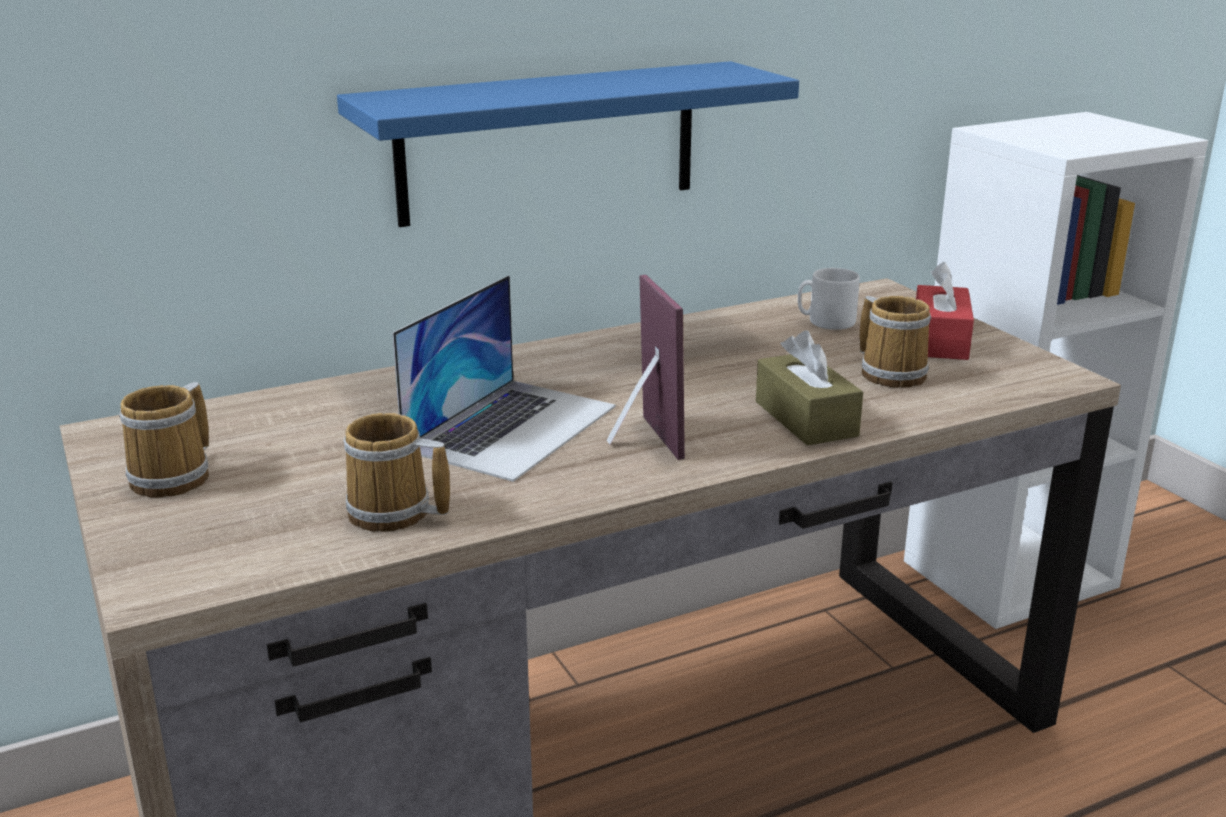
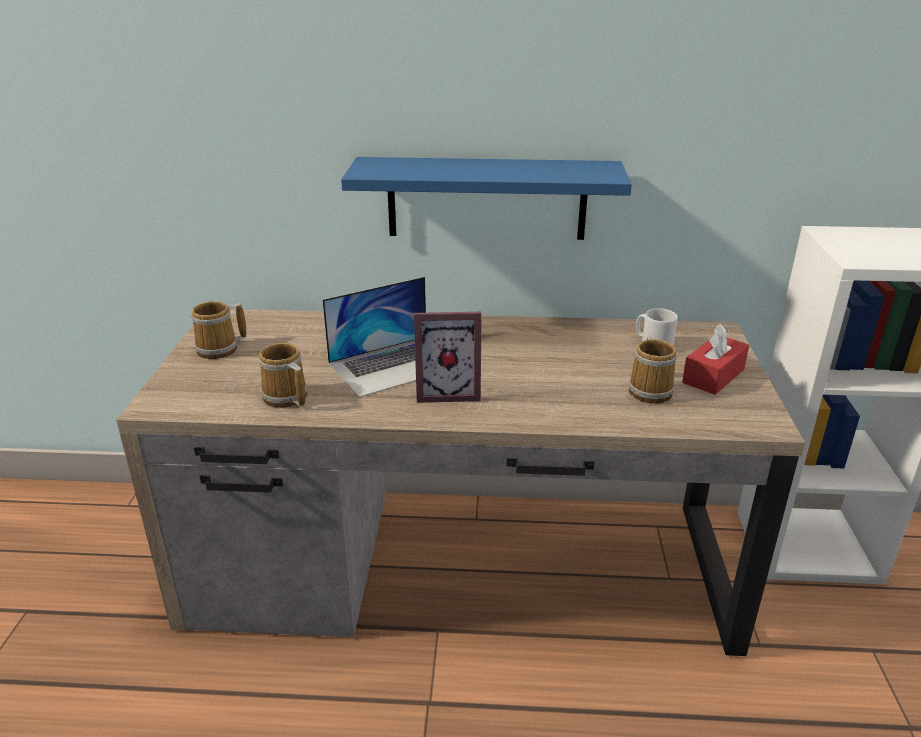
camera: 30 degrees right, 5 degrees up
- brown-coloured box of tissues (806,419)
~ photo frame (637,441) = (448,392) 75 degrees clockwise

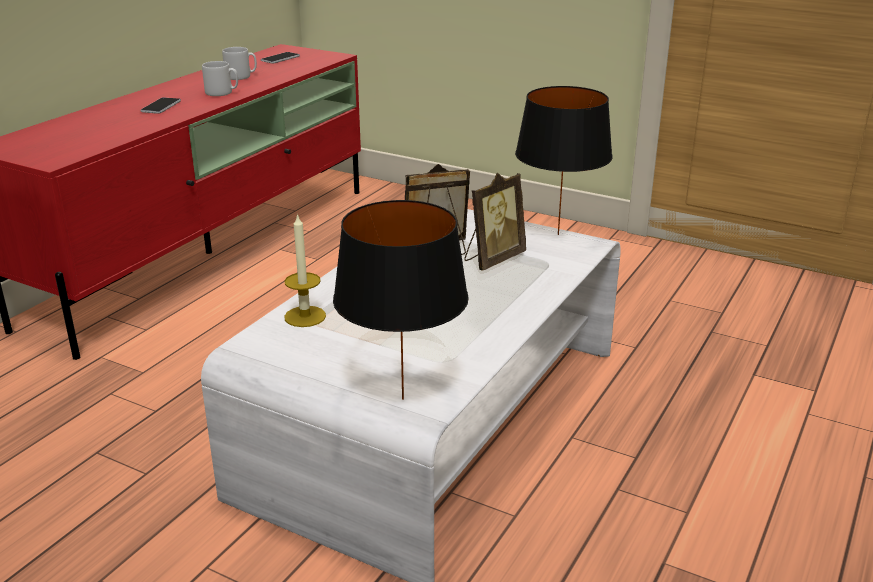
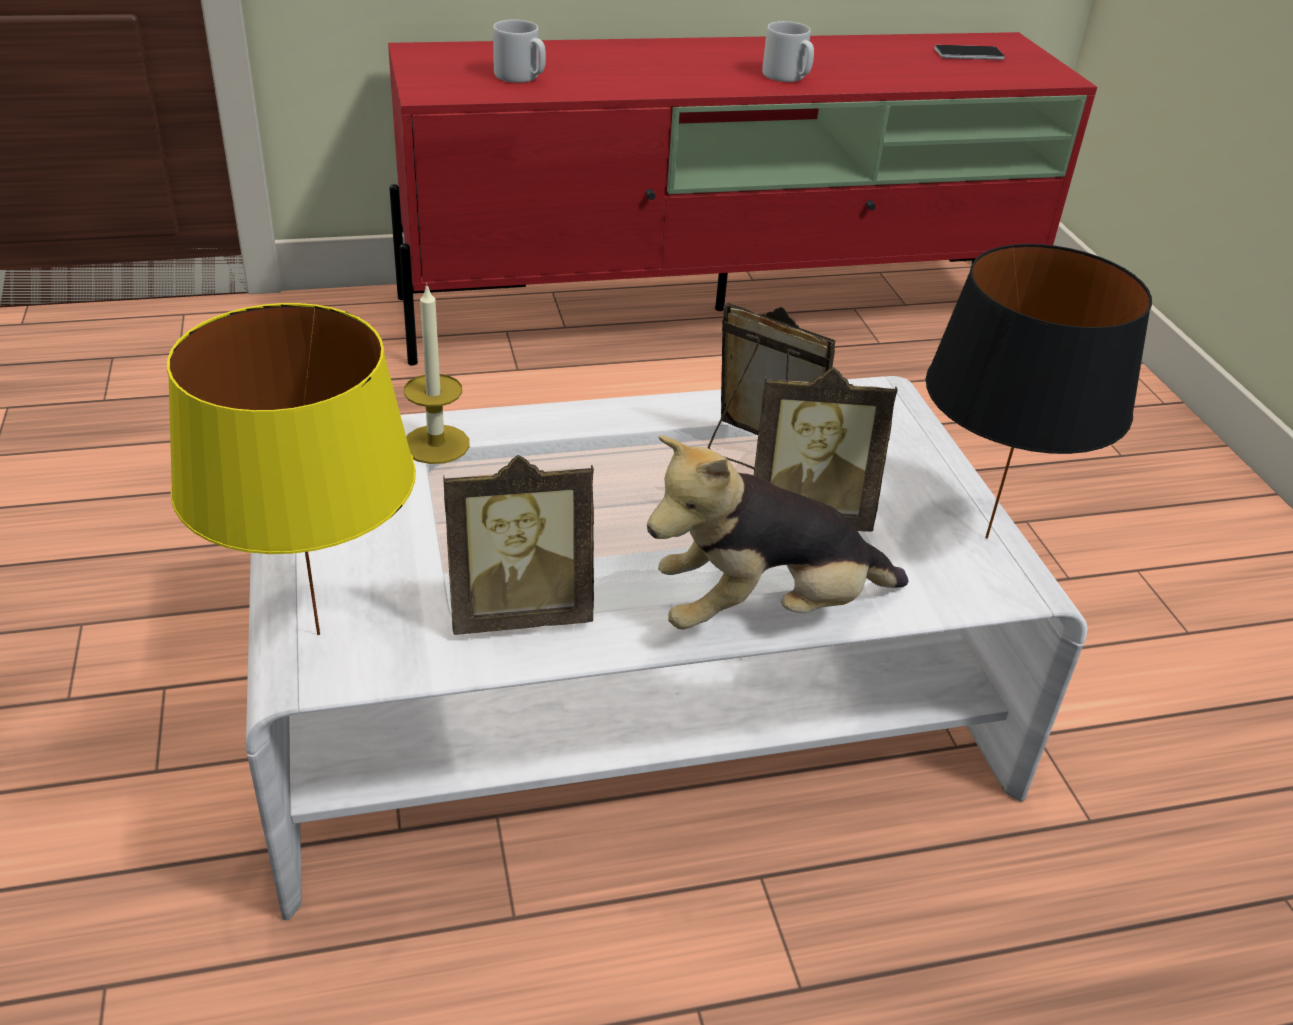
camera: 45 degrees right, 10 degrees up
- phone (161,106)
+ photo frame (520,611)
+ plush toy (765,611)
~ gray mug (241,76) to (521,77)
~ black lamp for a table (401,399) to yellow-coloured lamp for a table (316,632)

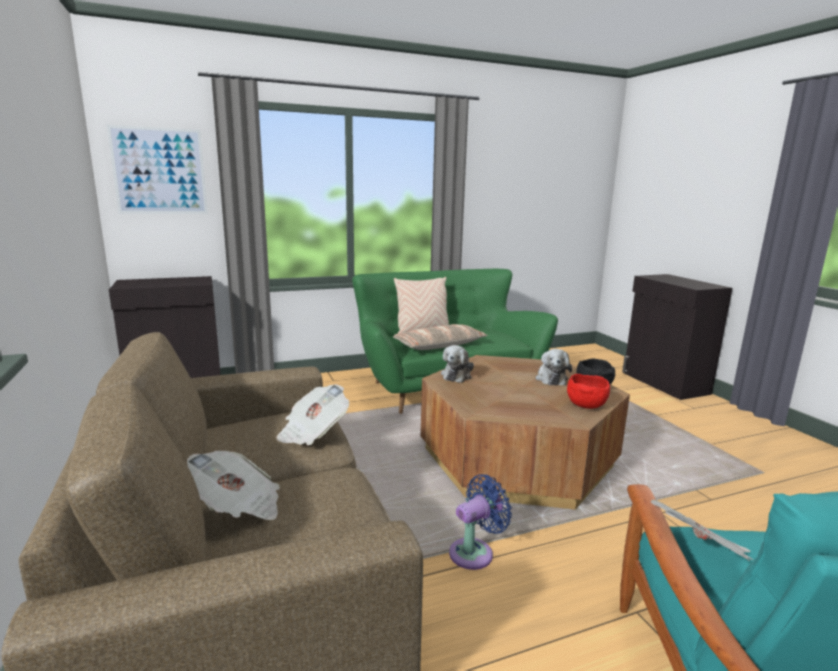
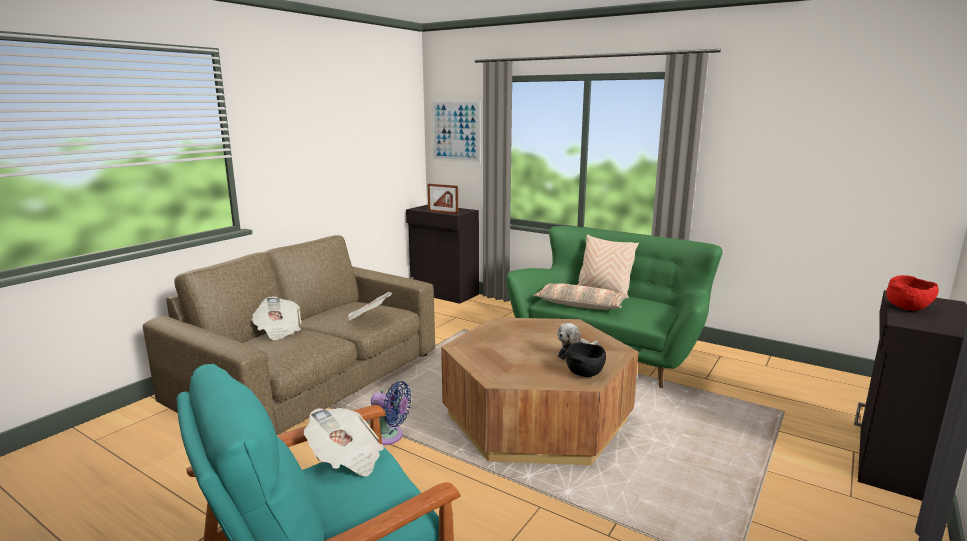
camera: 55 degrees right, 0 degrees up
- plush toy (457,375)
+ photo frame (443,212)
~ reddish bowl (586,405) to (907,308)

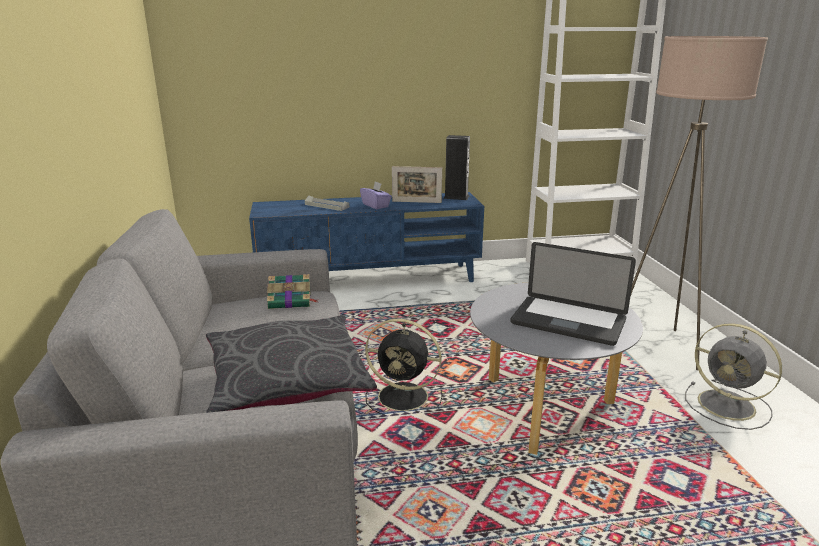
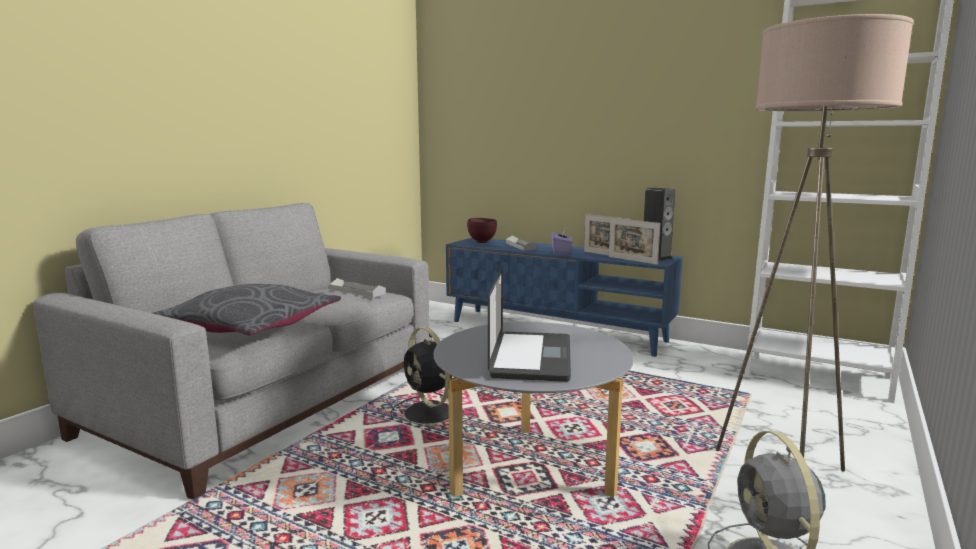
camera: 40 degrees right, 10 degrees down
+ brown-coloured bowl (481,242)
+ photo frame (632,260)
~ book (291,301) to gray serving tray (357,291)
~ notebook computer (568,322) = (531,357) 150 degrees counterclockwise

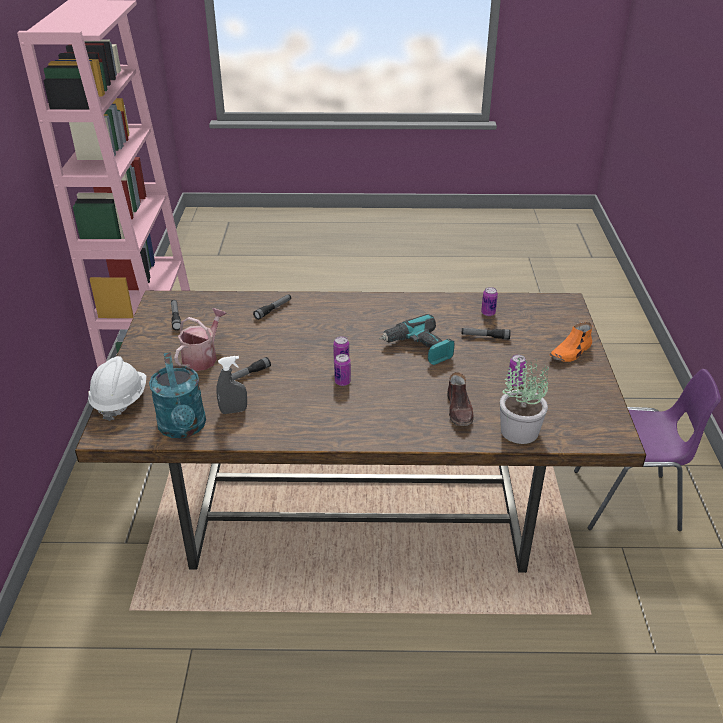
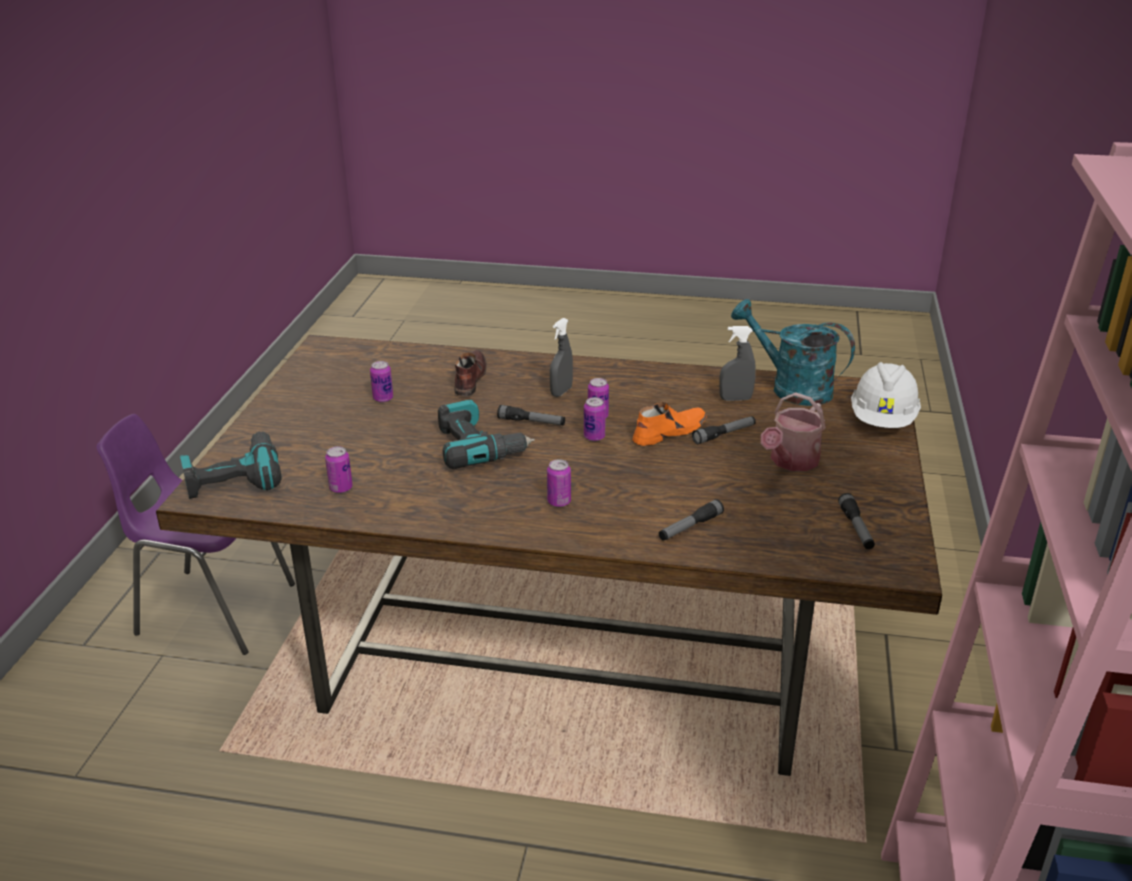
camera: 170 degrees left, 5 degrees down
- houseplant (520,430)
+ electric drill (233,477)
+ sealed can (559,502)
+ gray spray bottle (561,392)
~ hand torch (485,336) to (531,422)
~ orange item of footwear (571,352) to (668,432)
~ blue-green watering can (183,428) = (791,388) 45 degrees counterclockwise

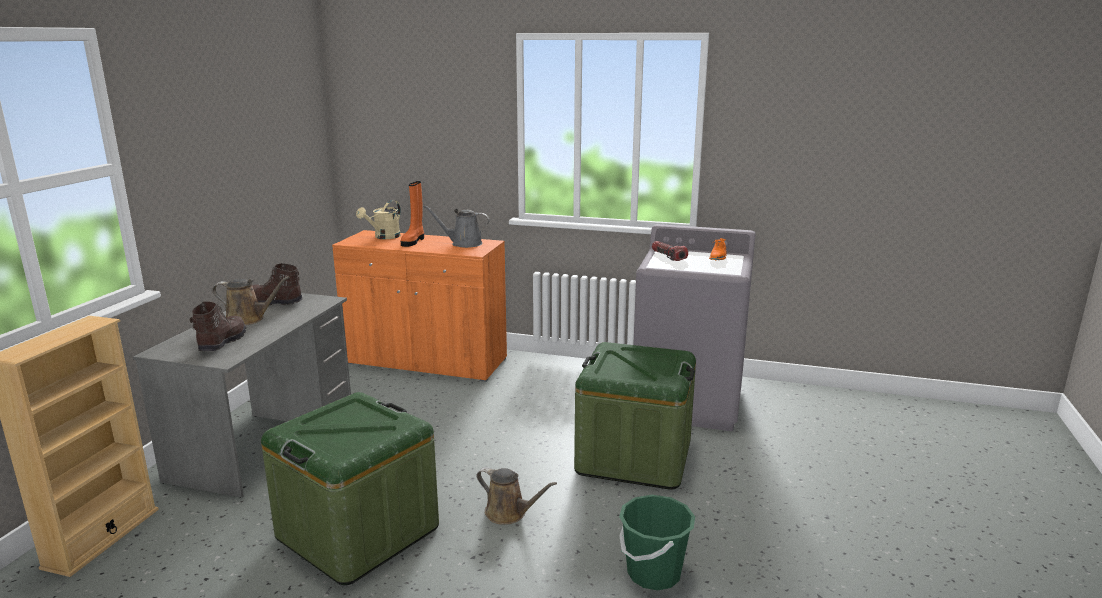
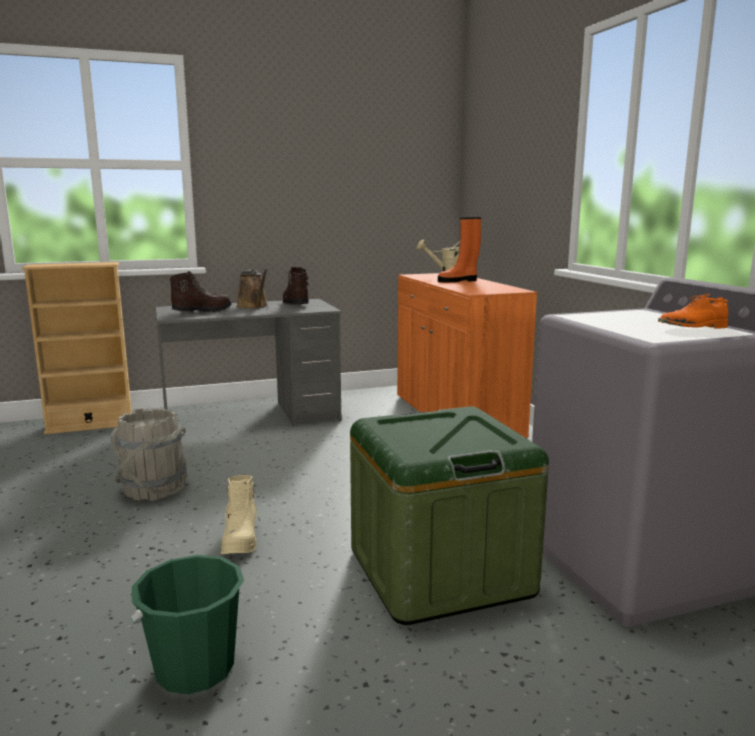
camera: 55 degrees right, 5 degrees down
- gray watering can (463,244)
- hand torch (668,256)
~ green storage box (358,532) to gray pail (154,489)
~ brown-coloured watering can (509,513) to beige high-top boot (241,539)

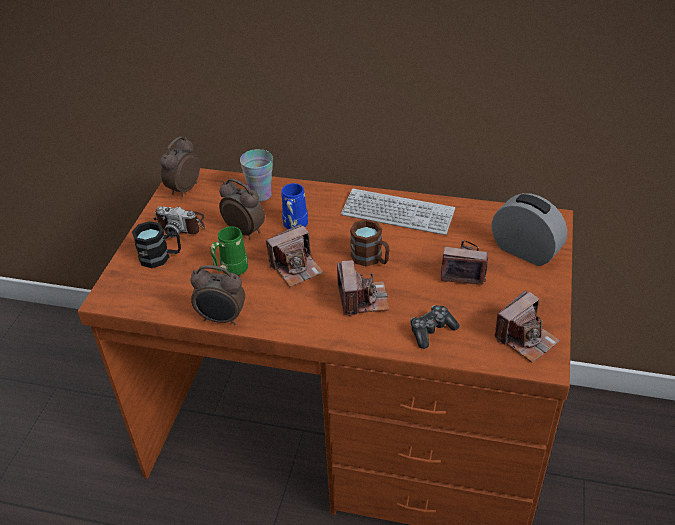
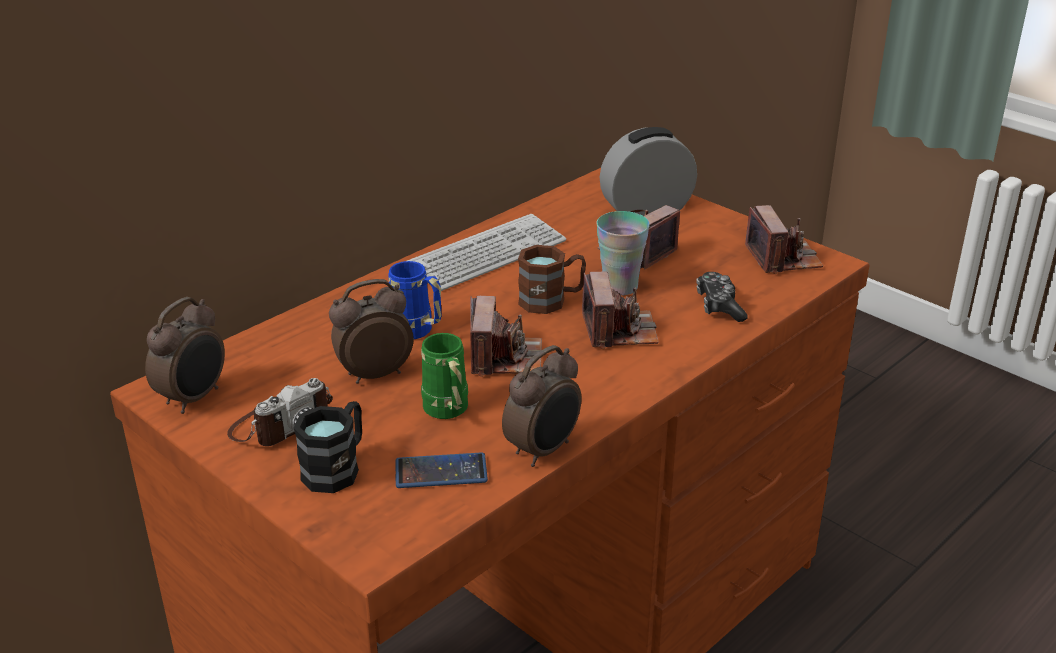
camera: 60 degrees left, 10 degrees down
+ phone (441,472)
~ small cup (260,195) to (620,287)
~ alarm clock (183,189) = (194,398) 120 degrees counterclockwise
~ still camera (362,299) = (619,331) 60 degrees clockwise

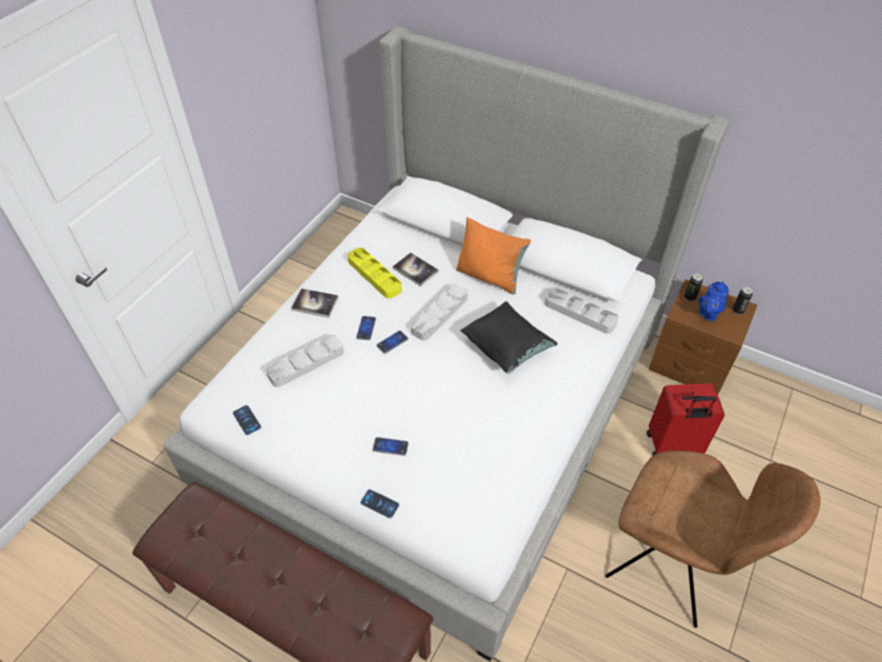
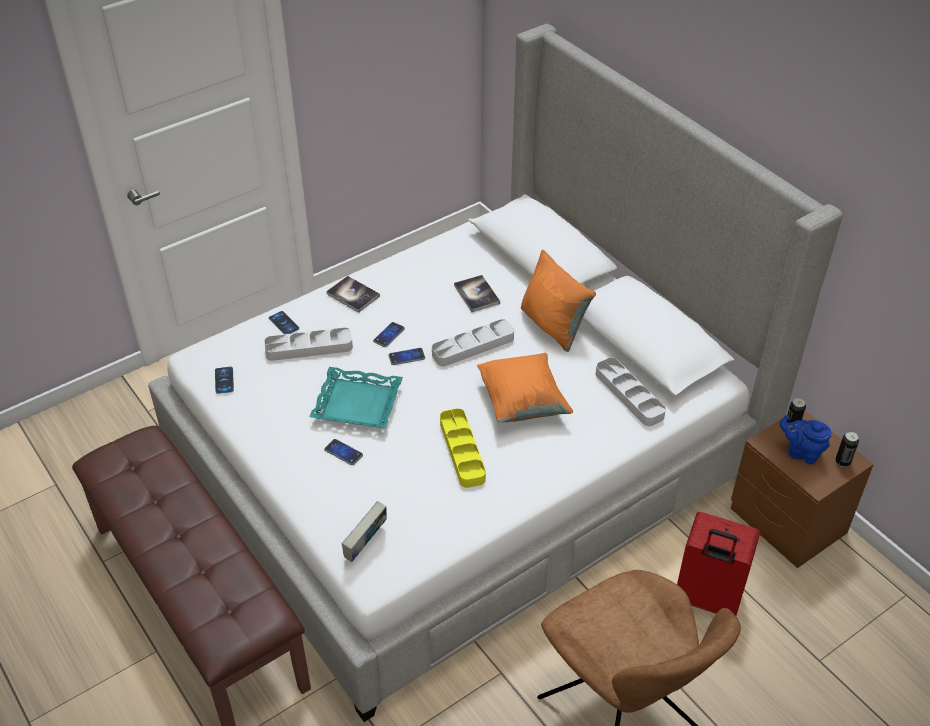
camera: 25 degrees right, 5 degrees down
+ blue-green serving tray (357,404)
+ book (366,545)
~ yellow-coloured serving tray (374,275) to (462,451)
~ phone (379,504) to (284,323)
~ black pillow (506,349) to orange pillow (522,403)
~ bluish teapot (708,313) = (801,452) 60 degrees clockwise

